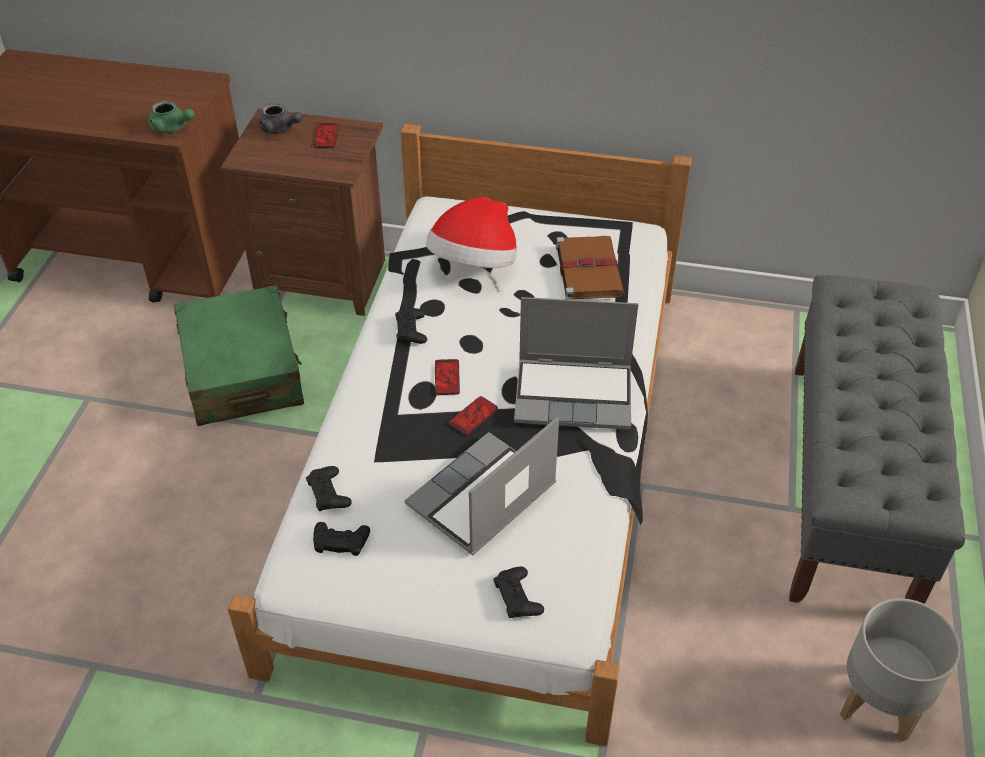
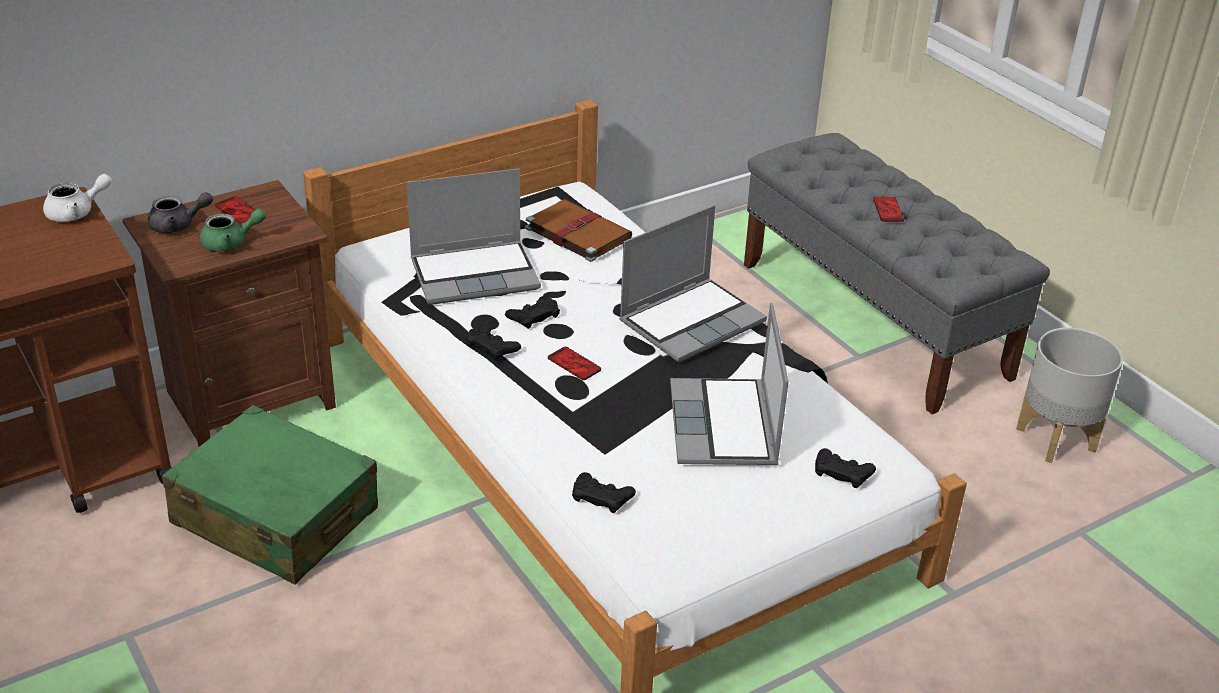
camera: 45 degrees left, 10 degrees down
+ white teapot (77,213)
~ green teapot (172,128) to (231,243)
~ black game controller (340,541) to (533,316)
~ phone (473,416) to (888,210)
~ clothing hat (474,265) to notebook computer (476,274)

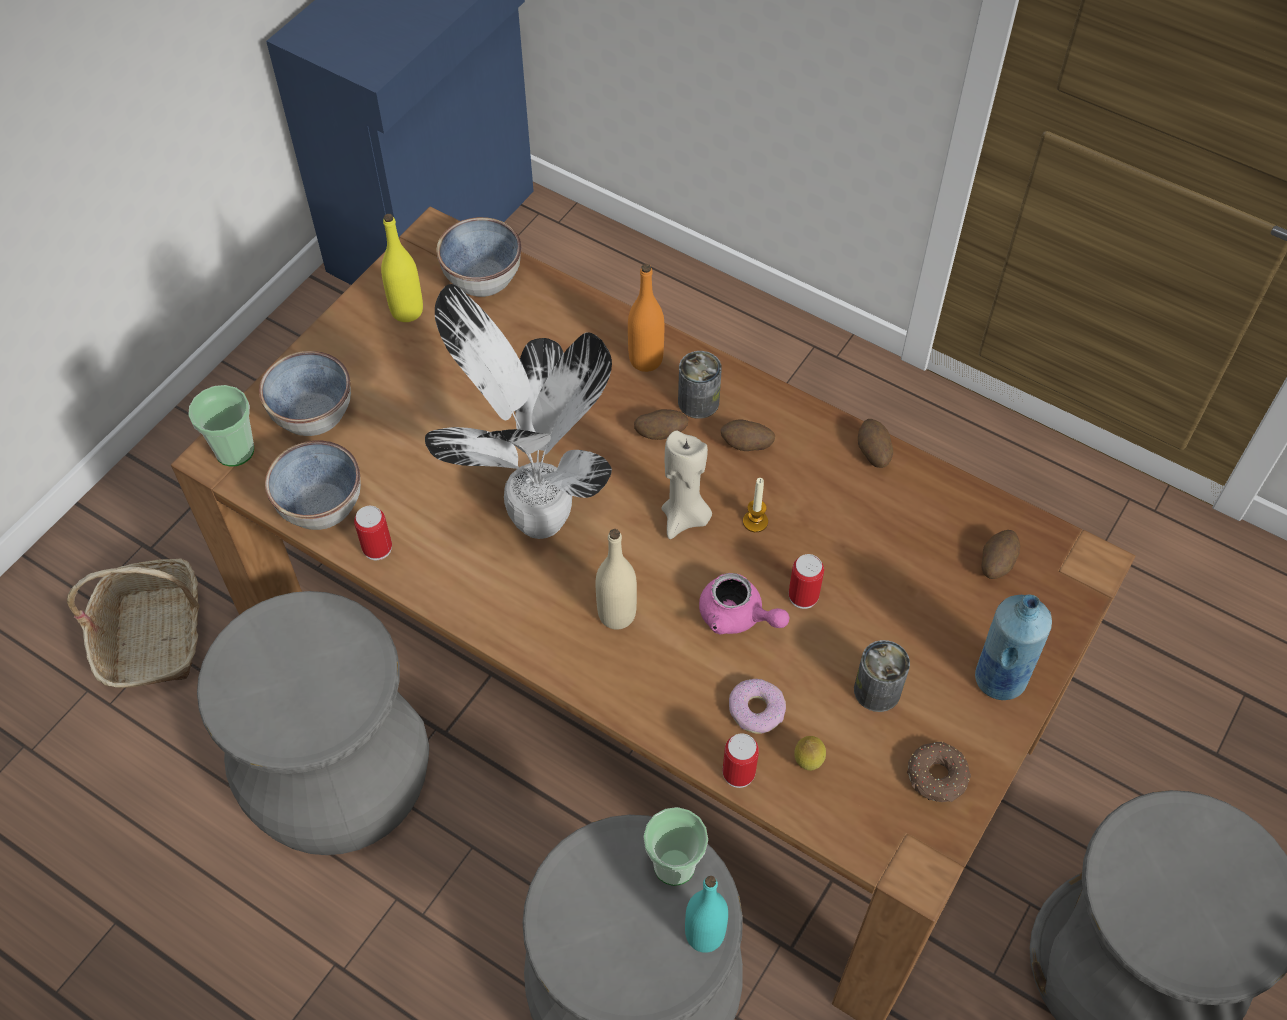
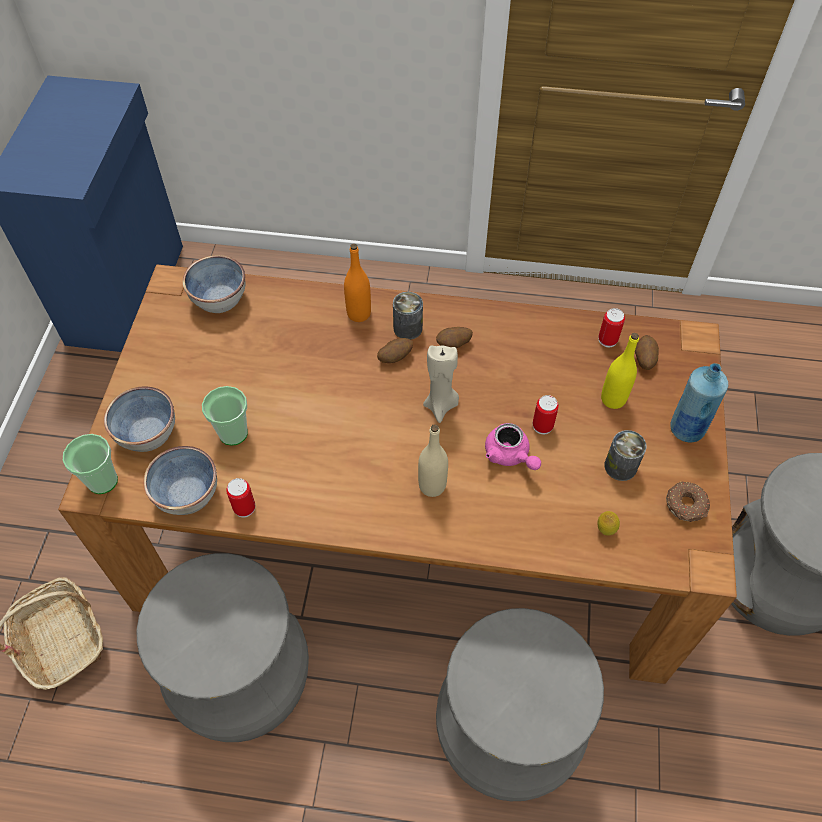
camera: 25 degrees left, 0 degrees up
- houseplant (536,517)
- blue-green beverage bottle (704,934)
- donut (756,710)
- wax light (755,522)
- spud (873,453)
~ yellow-coloured beverage bottle (407,311) to (613,399)
~ small cup (674,865) to (233,433)
~ sealed can (738,773) to (607,340)
~ pinkish teapot (738,617) = (510,455) 45 degrees clockwise

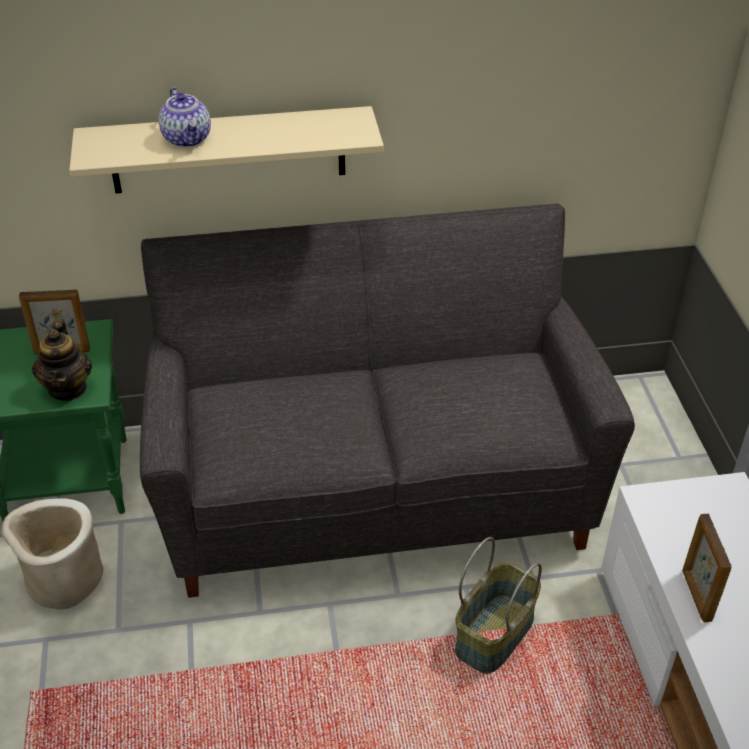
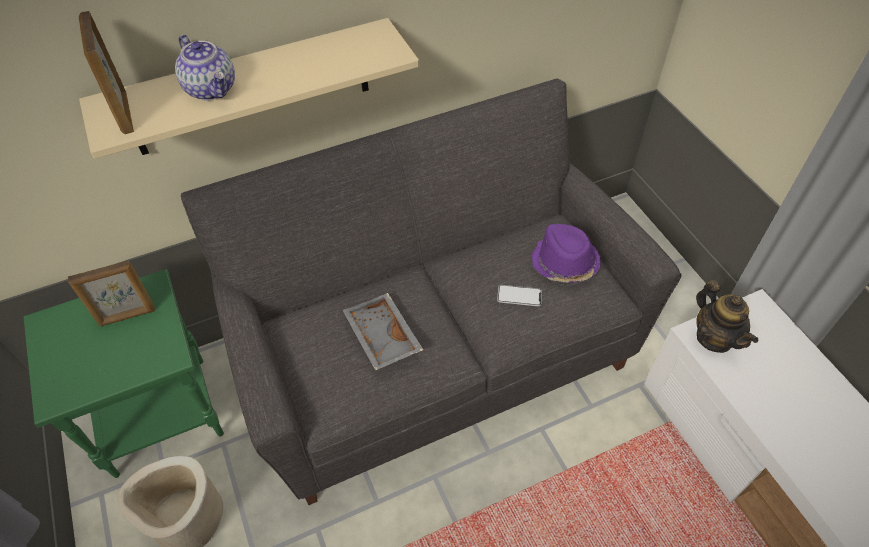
camera: 15 degrees left, 10 degrees up
- household basket (493,633)
+ gray serving tray (381,337)
+ phone (519,296)
+ purple-coloured clothing hat (564,263)
~ teapot (68,388) to (714,338)
~ photo frame (696,595) to (124,113)

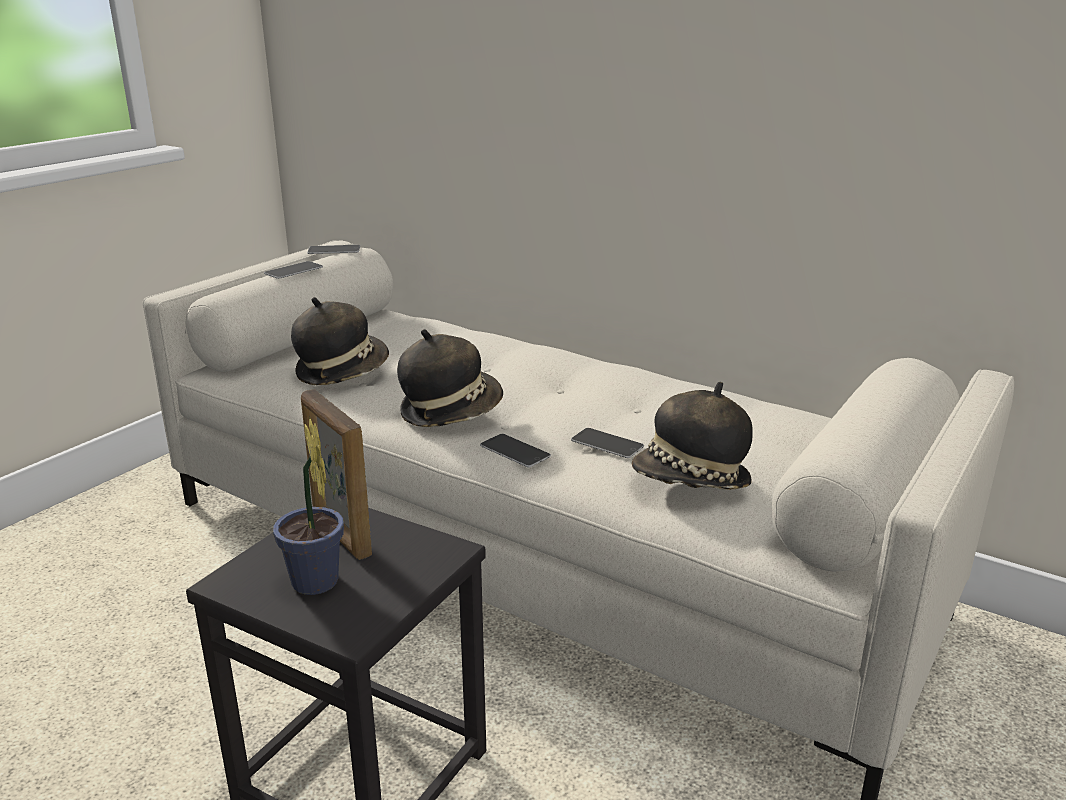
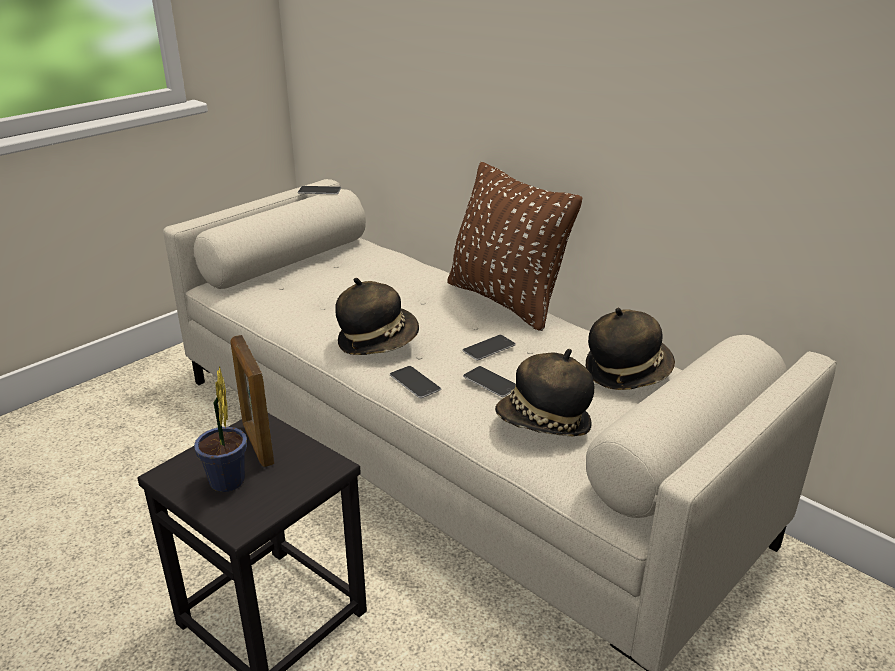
camera: 10 degrees right, 5 degrees up
+ brown-coloured pillow (506,301)
~ phone (293,270) to (489,347)
~ clothing hat (342,371) to (627,372)

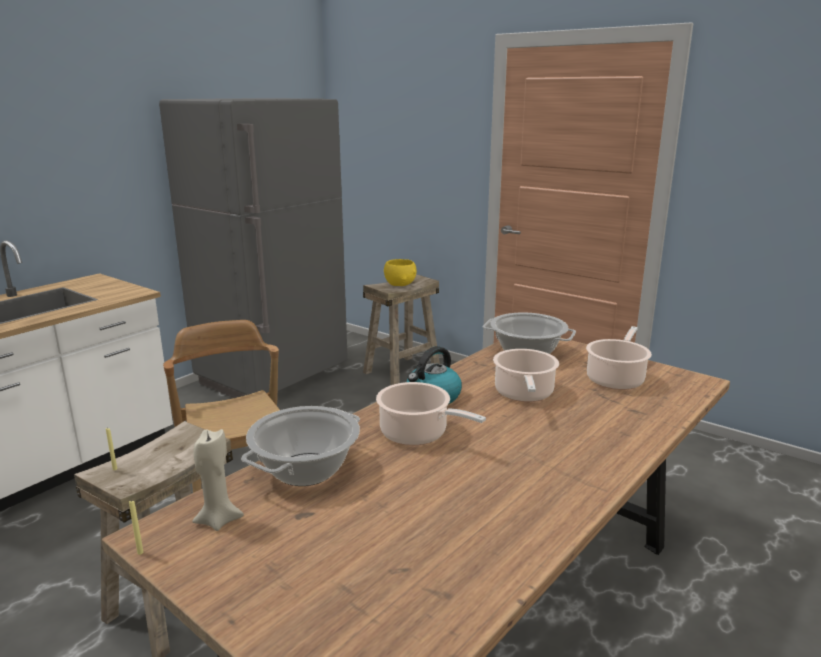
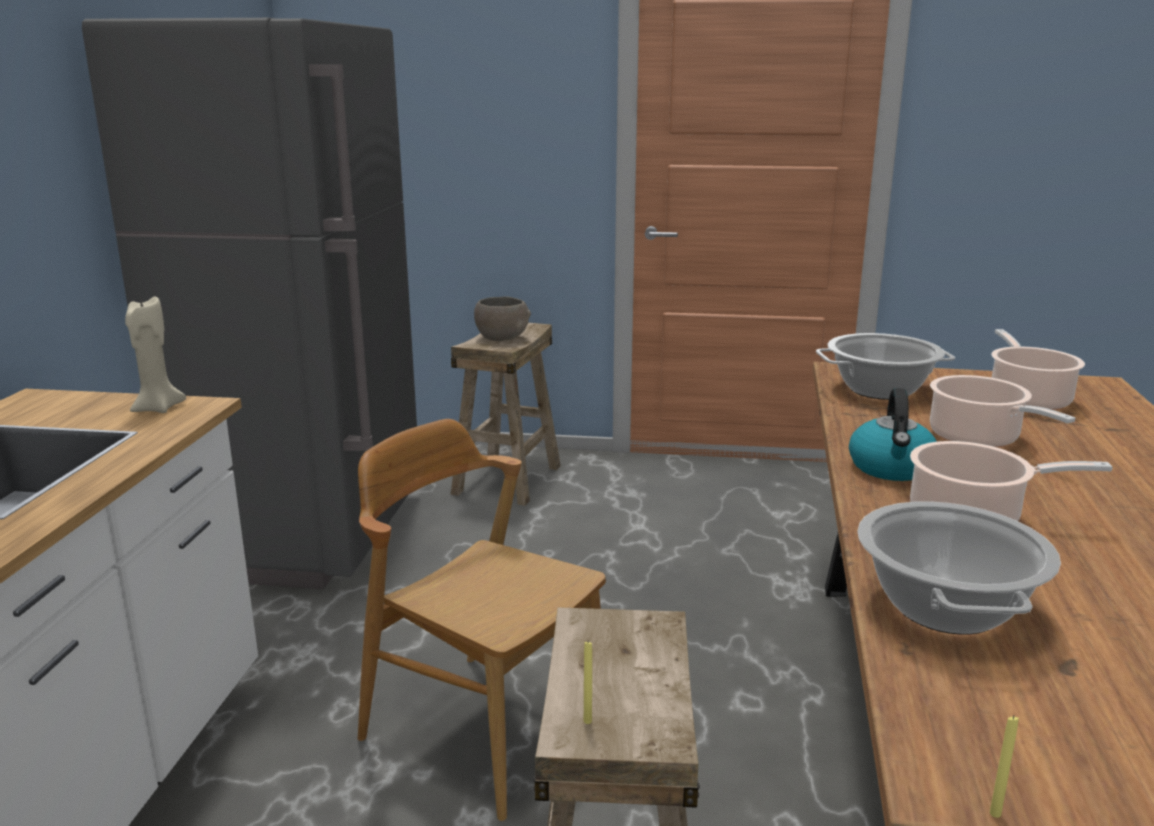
camera: 30 degrees left, 0 degrees up
~ beige wax light (218,520) to (157,408)
~ yellow-coloured bowl (400,284) to gray bowl (502,337)

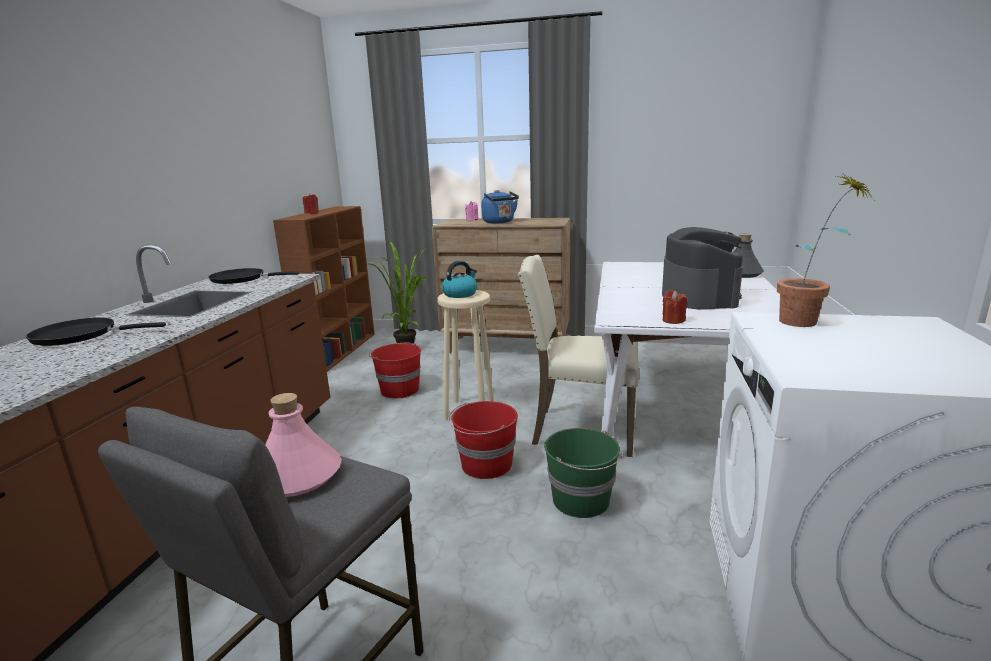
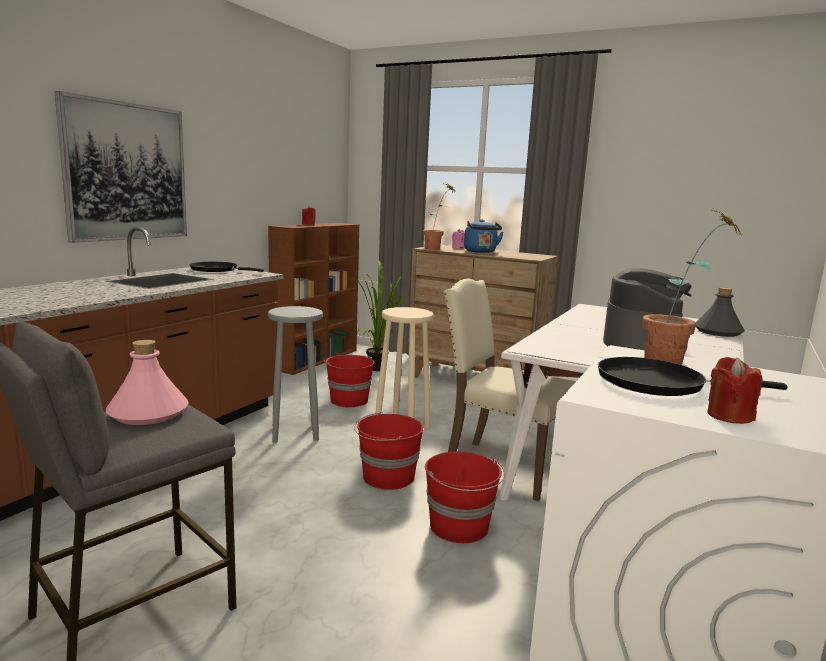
camera: 15 degrees right, 5 degrees down
- tea kettle (460,294)
+ wall picture (126,172)
+ gray sitting stool (296,432)
+ houseplant (437,248)
~ black skillet (81,335) to (658,383)
~ reddish wax light (673,320) to (729,416)
~ green pail (582,500) to reddish pail (460,527)

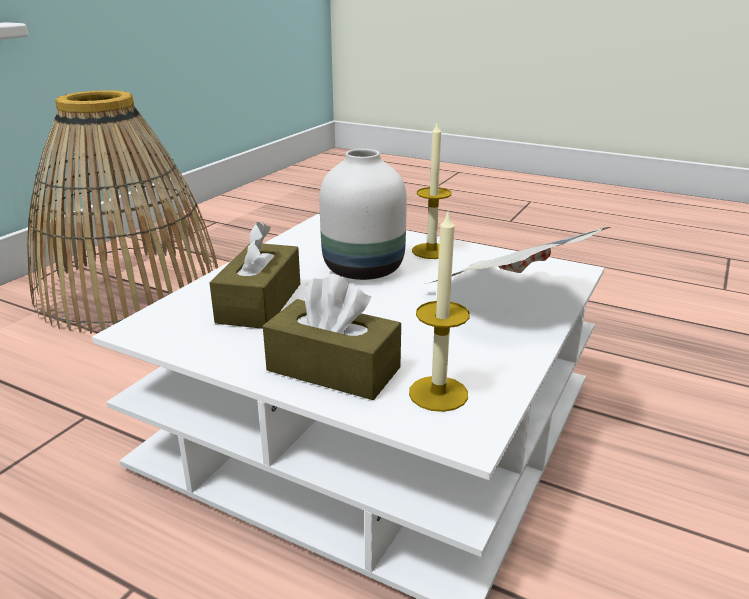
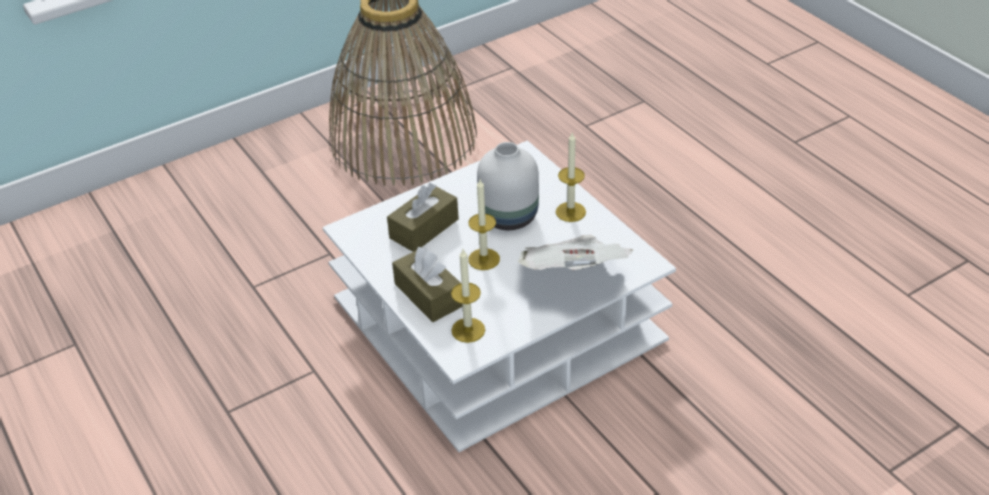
camera: 30 degrees right, 15 degrees up
+ wax light (484,259)

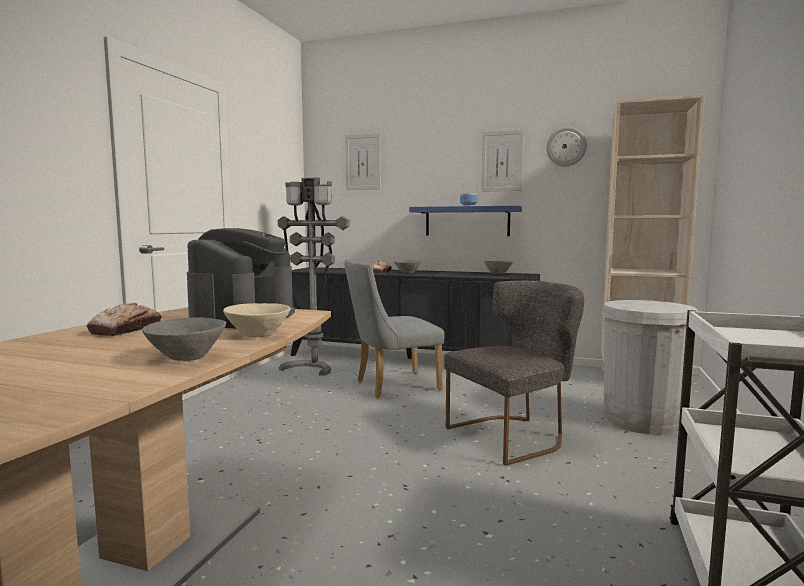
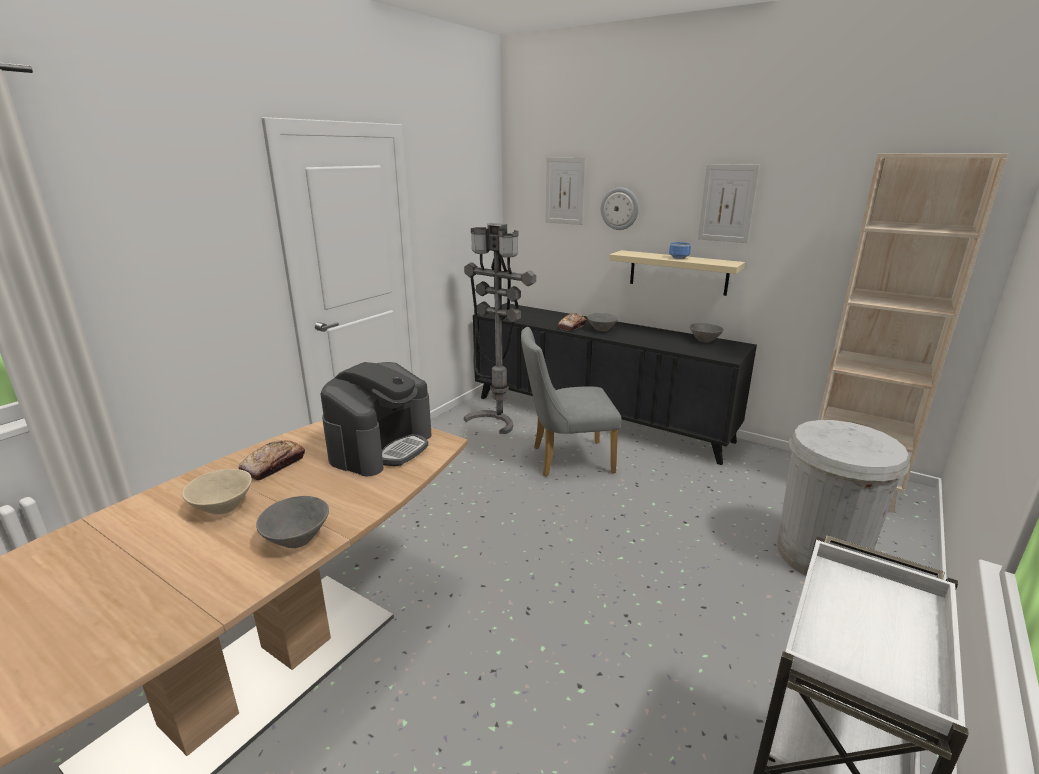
camera: 15 degrees right, 15 degrees up
- gray chair (514,435)
~ beige bowl (258,335) to (223,508)
~ hanging clock (566,146) to (619,208)
~ bluish bracket shelf (467,221) to beige bracket shelf (678,272)

